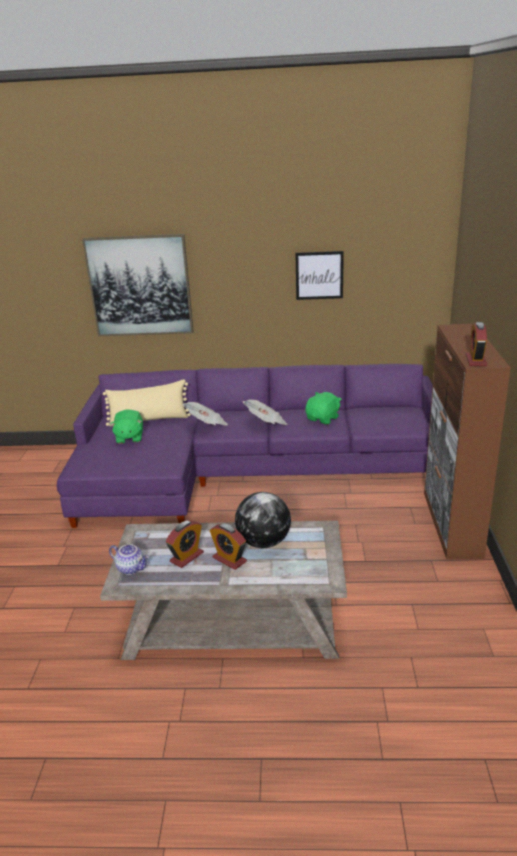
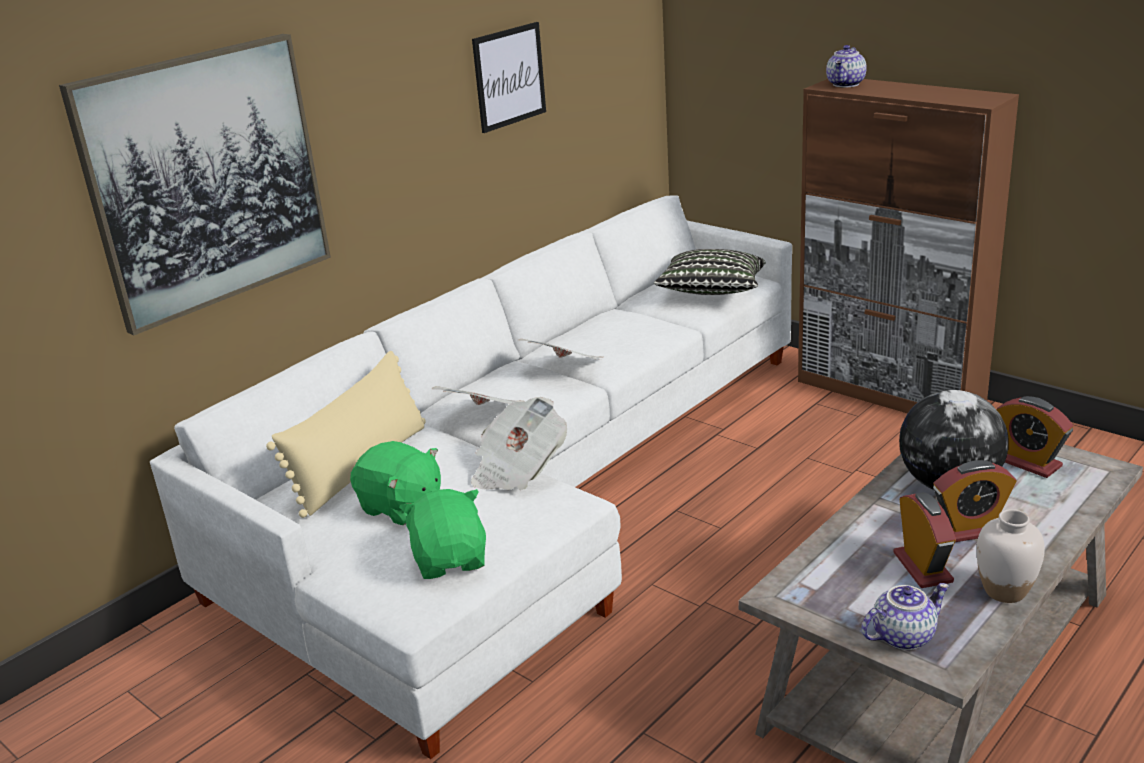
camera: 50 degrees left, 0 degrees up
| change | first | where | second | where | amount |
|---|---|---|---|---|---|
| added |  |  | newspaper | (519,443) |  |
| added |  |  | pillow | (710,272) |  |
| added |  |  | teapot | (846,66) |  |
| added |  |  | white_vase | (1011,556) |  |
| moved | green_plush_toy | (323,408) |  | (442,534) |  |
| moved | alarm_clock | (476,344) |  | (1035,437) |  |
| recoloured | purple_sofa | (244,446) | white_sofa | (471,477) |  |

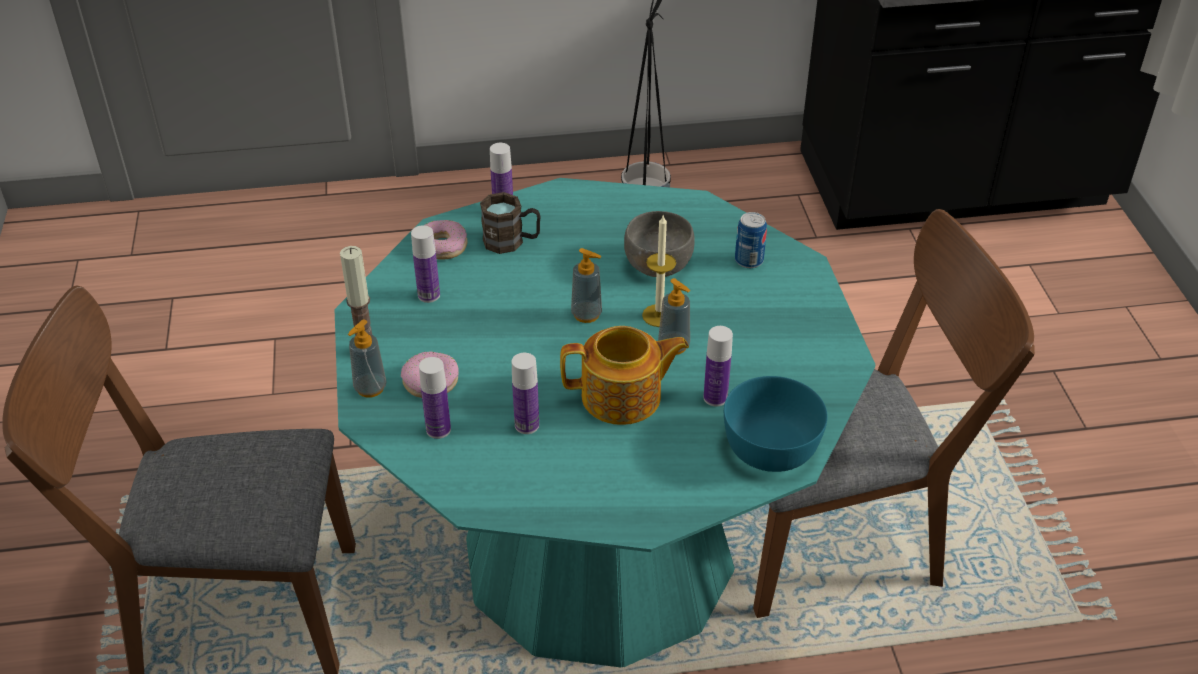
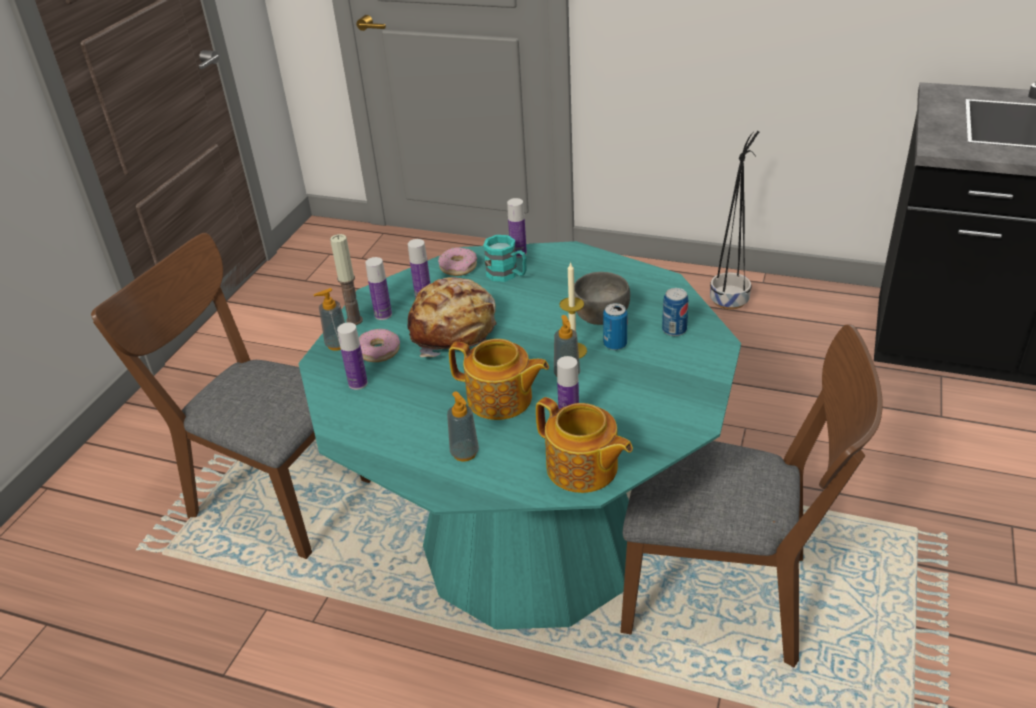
camera: 30 degrees right, 5 degrees down
| change | first | where | second | where | amount |
|---|---|---|---|---|---|
| added |  |  | bread | (452,317) |  |
| added |  |  | can | (615,326) |  |
| moved | bottle | (525,393) |  | (378,288) |  |
| moved | soap_dispenser | (586,285) |  | (463,426) |  |
| replaced | turquoise_bowl | (775,424) | teapot | (584,445) |  |
| recoloured | brown_mug | (510,223) | turquoise_mug | (504,258) |  |

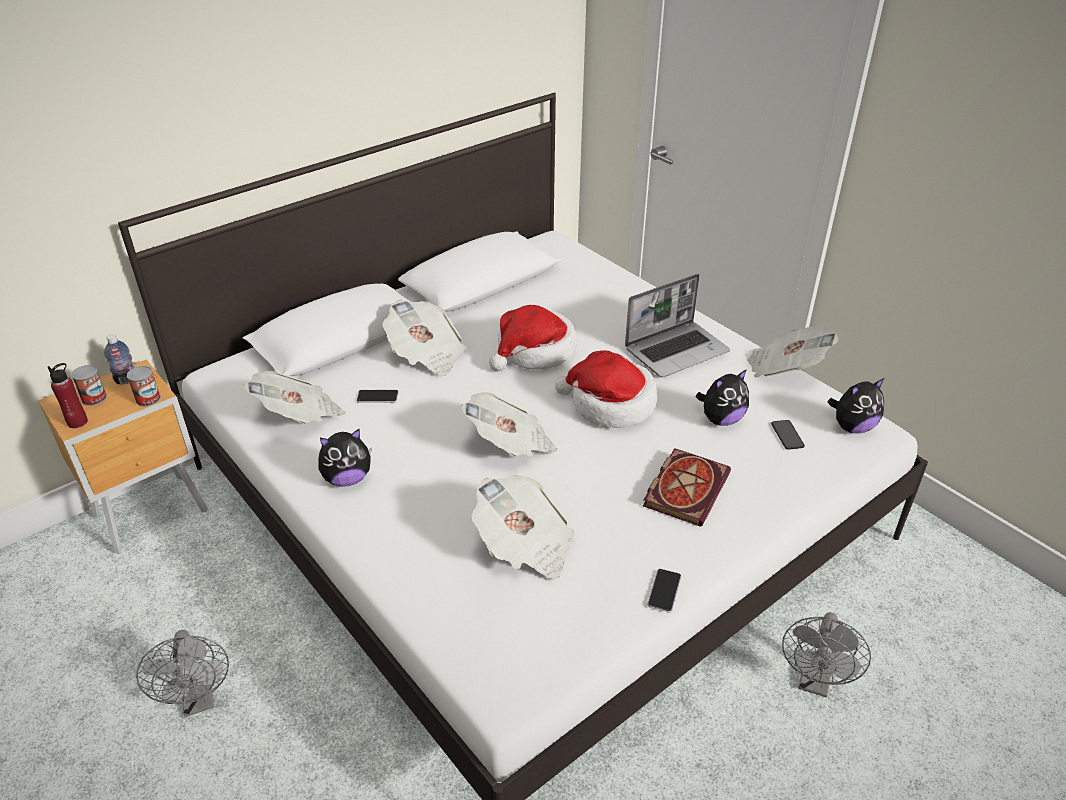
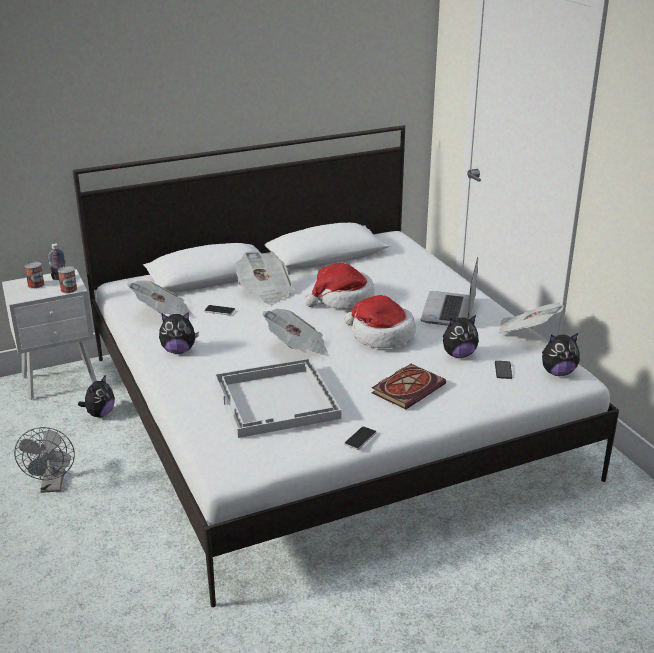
camera: 15 degrees right, 10 degrees down
| change | first | where | second | where | amount |
|---|---|---|---|---|---|
| removed | red_bottle | (68,395) |  |  |  |
| removed | grey_fan | (826,654) |  |  |  |
| added |  |  | plush_toy | (96,396) |  |
| replaced | newspaper | (523,527) | white_tray | (277,398) |  |
| recoloured | brown_nightstand | (123,457) | white_nightstand | (49,334) |  |
| turned | laptop | (677,326) |  | (449,291) | 120 degrees clockwise |

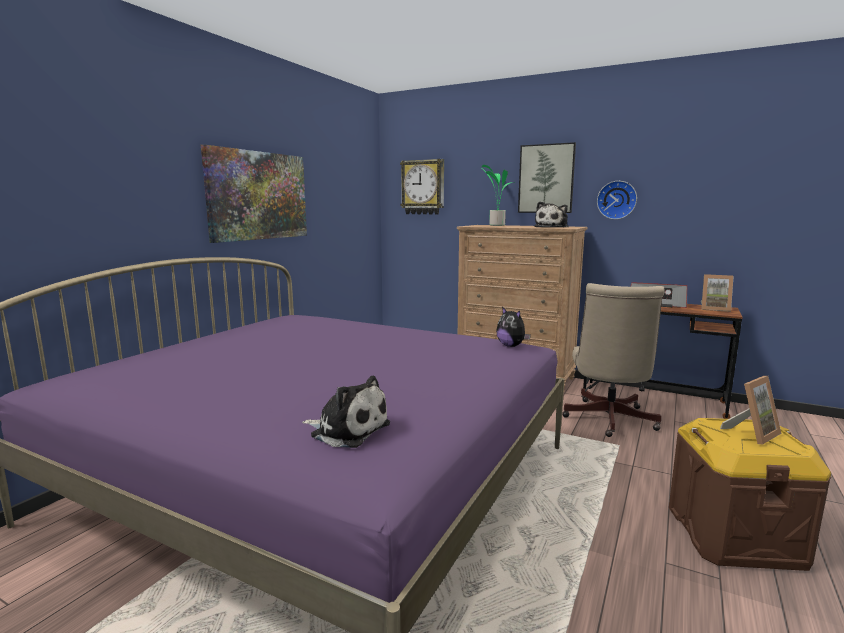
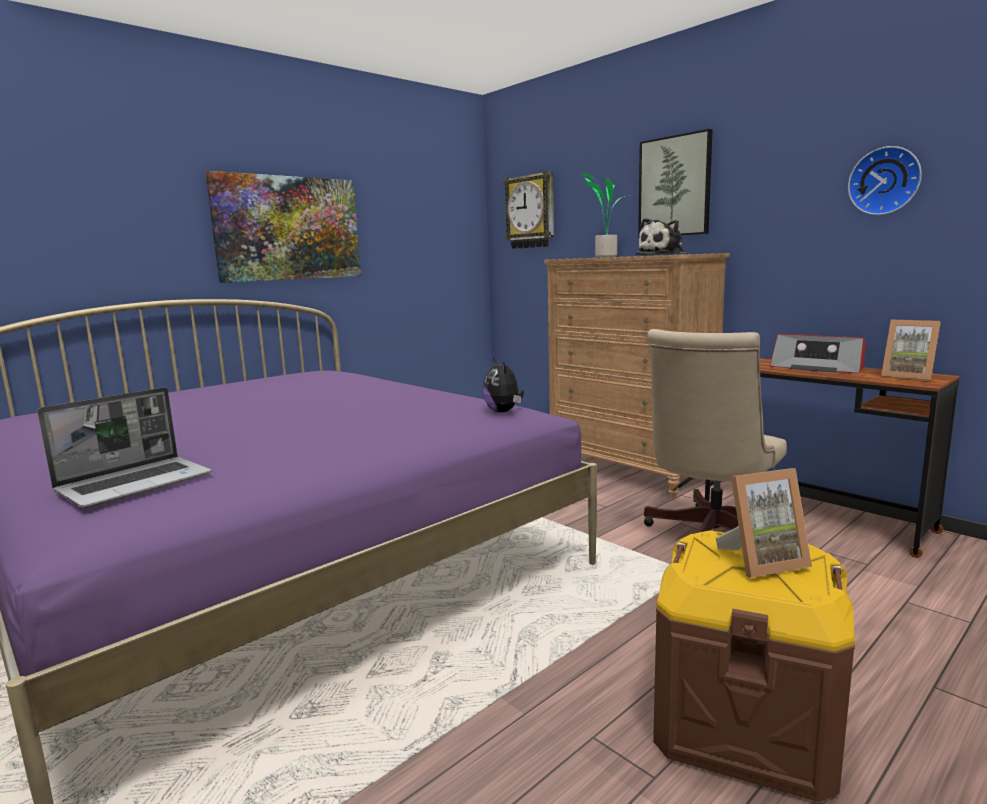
camera: 20 degrees right, 0 degrees up
| change | first | where | second | where | amount |
|---|---|---|---|---|---|
| moved | wall_clock | (617,200) |  | (885,180) |  |
| replaced | plush_toy | (346,412) | laptop | (124,447) |  |

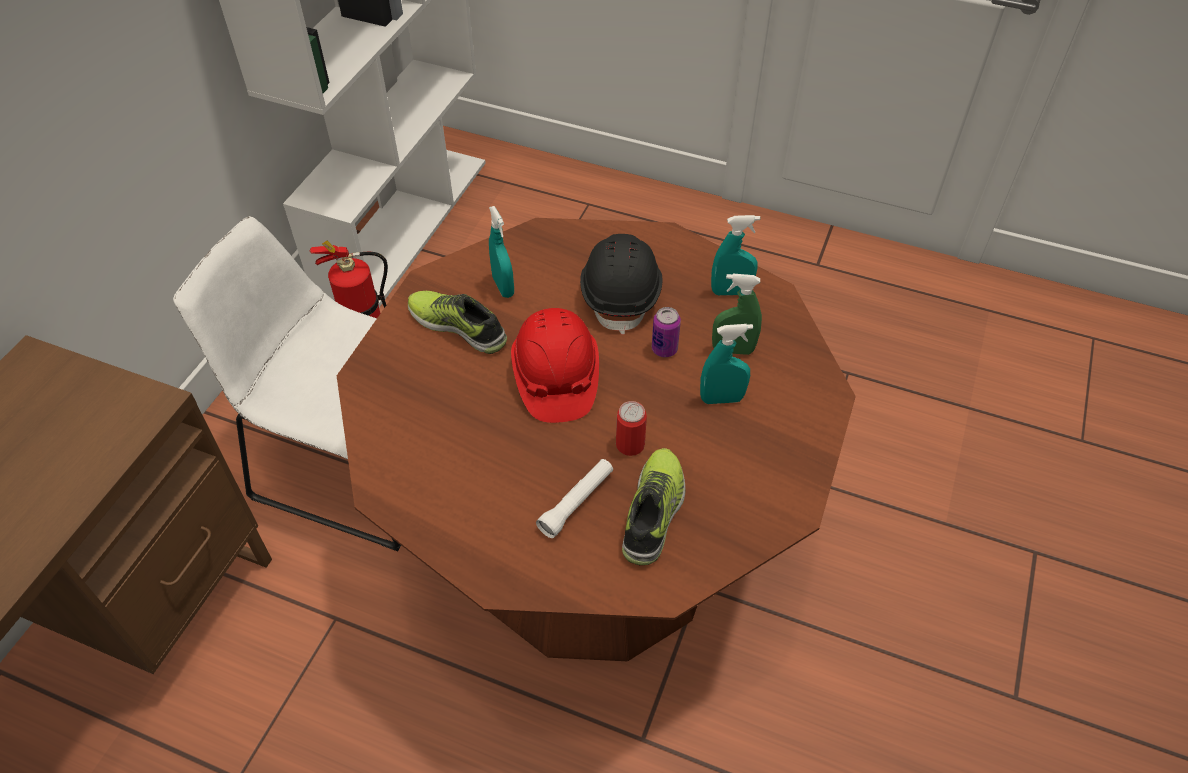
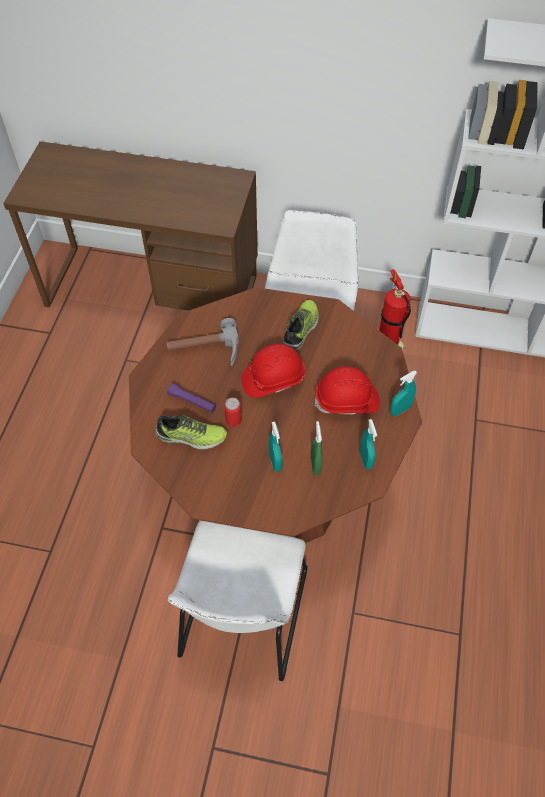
camera: 80 degrees right, 5 degrees up
| change | first | where | second | where | amount |
|---|---|---|---|---|---|
| removed | can | (666,332) |  |  |  |
| added |  |  | hammer | (202,342) |  |
| added |  |  | white_chair | (238,601) |  |
| moved | turquoise_spray_bottle | (501,252) |  | (403,393) |  |
| recoloured | white_flashlight | (574,498) | purple_flashlight | (191,398) |  |
| recoloured | black_hard_hat | (621,284) | red_hard_hat | (347,390) |  |

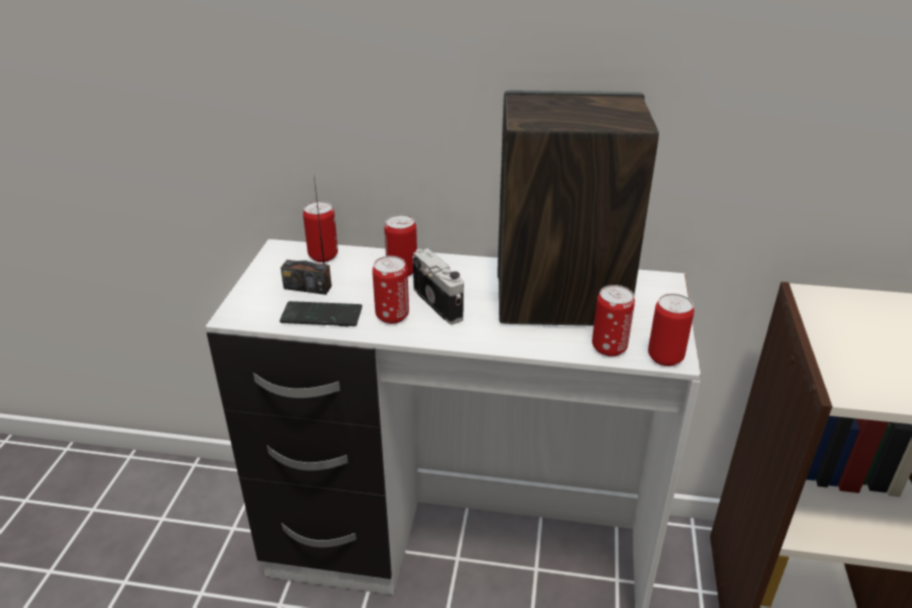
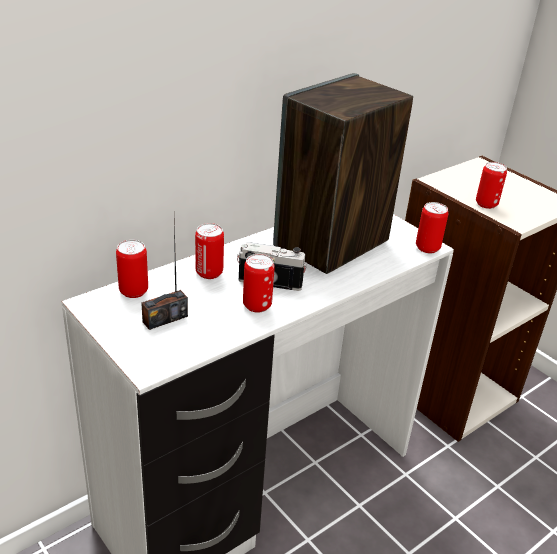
camera: 50 degrees left, 0 degrees up
| change | first | where | second | where | amount |
|---|---|---|---|---|---|
| removed | phone | (321,314) |  |  |  |
| moved | can | (613,321) |  | (491,185) |  |

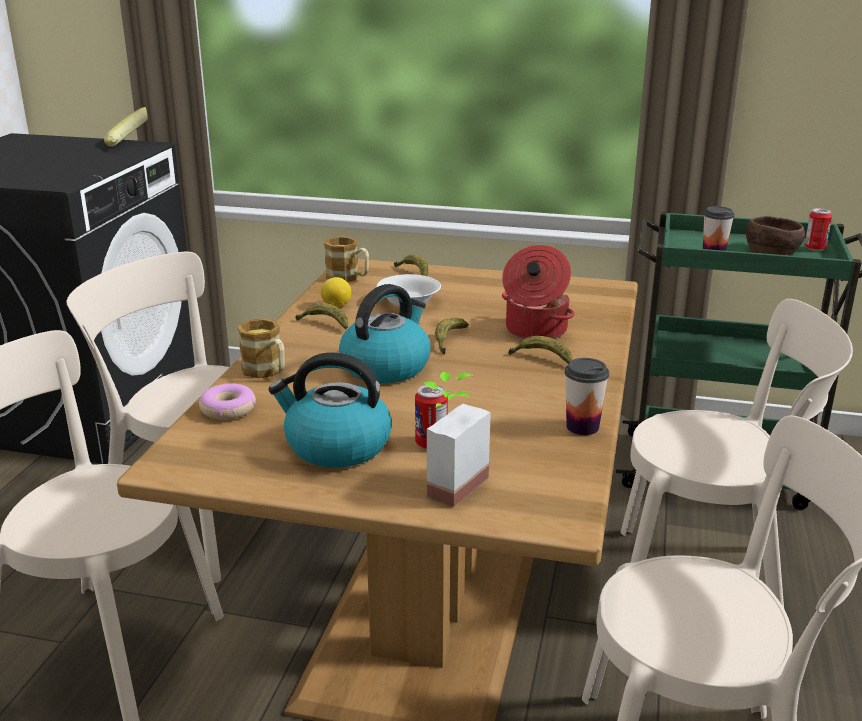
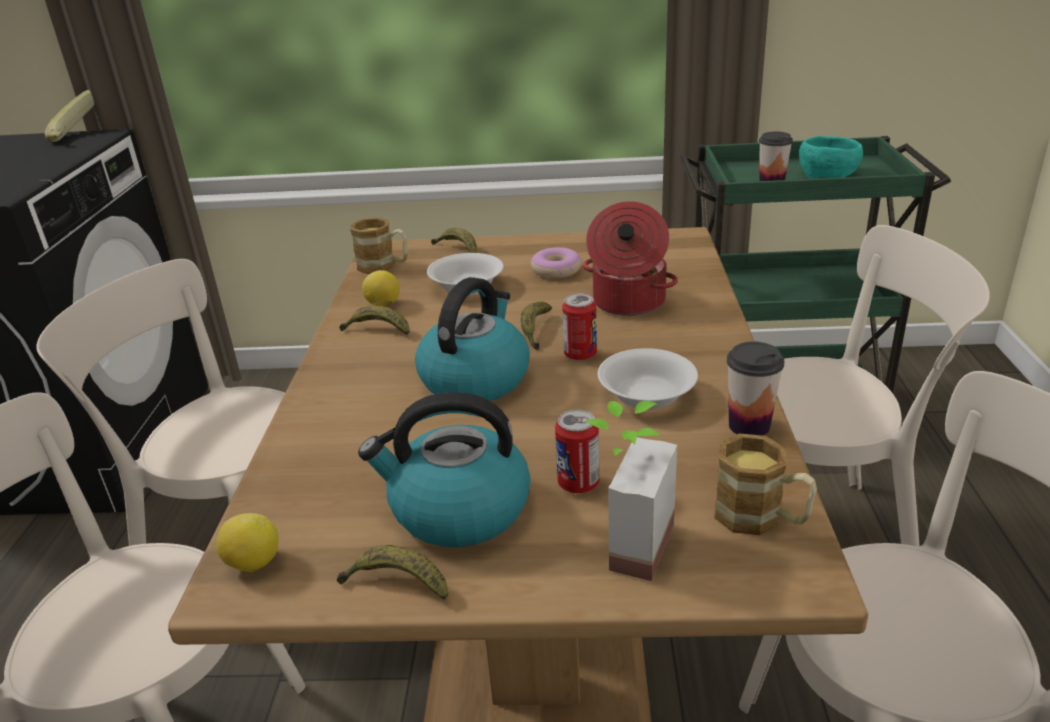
camera: 10 degrees left, 5 degrees up
| change | first | where | second | where | amount |
|---|---|---|---|---|---|
| added |  |  | lemon | (247,542) |  |
| added |  |  | white_bowl | (648,378) |  |
| moved | donut | (227,401) |  | (556,263) |  |
| moved | mug | (261,348) |  | (765,484) |  |
| moved | banana | (540,350) |  | (392,572) |  |
| moved | can | (818,229) |  | (579,327) |  |
| recoloured | brown_bowl | (775,235) | turquoise_bowl | (831,157) |  |

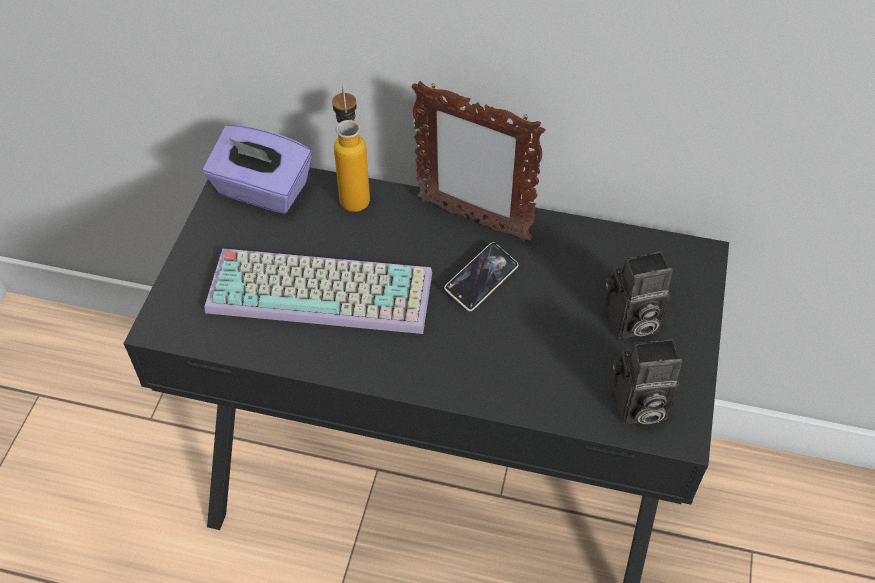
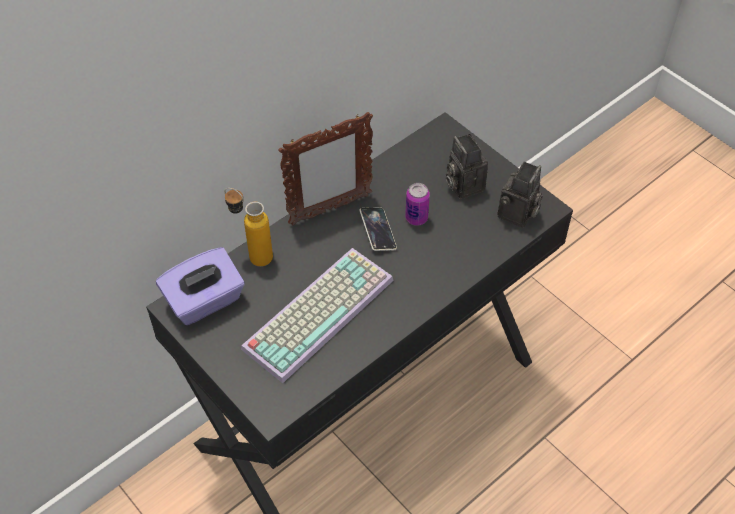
camera: 55 degrees left, 0 degrees up
| change | first | where | second | where | amount |
|---|---|---|---|---|---|
| added |  |  | can | (417,204) |  |
| turned | photo_camera | (639,295) |  | (467,166) | 135 degrees clockwise |

